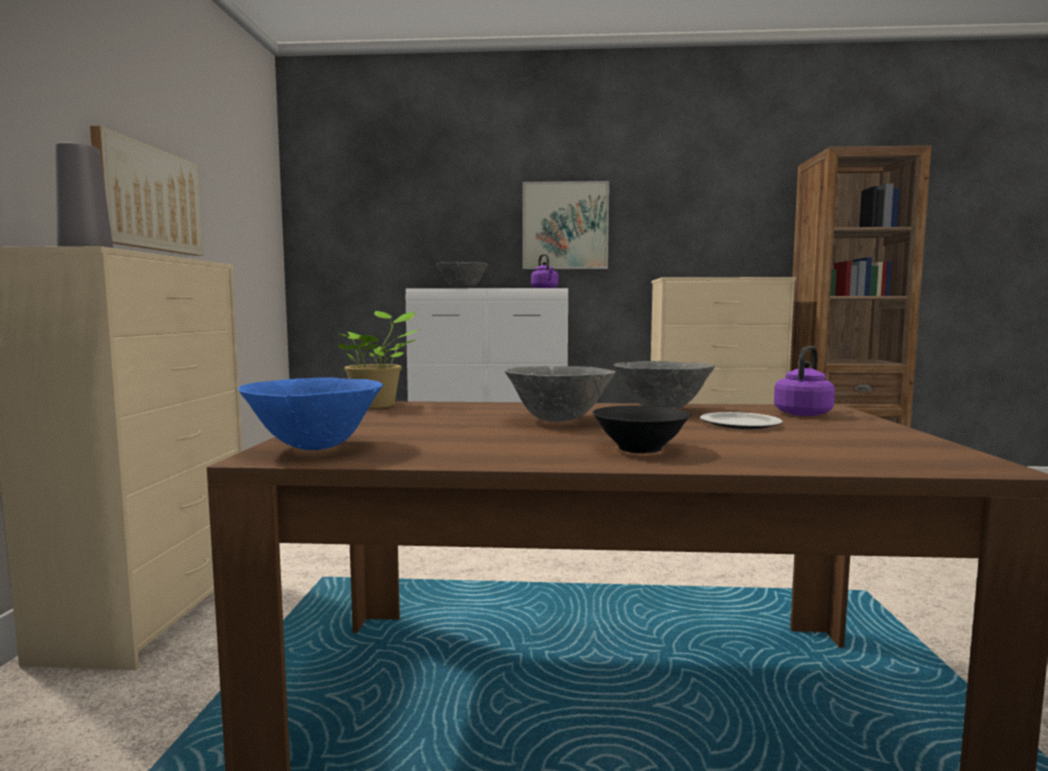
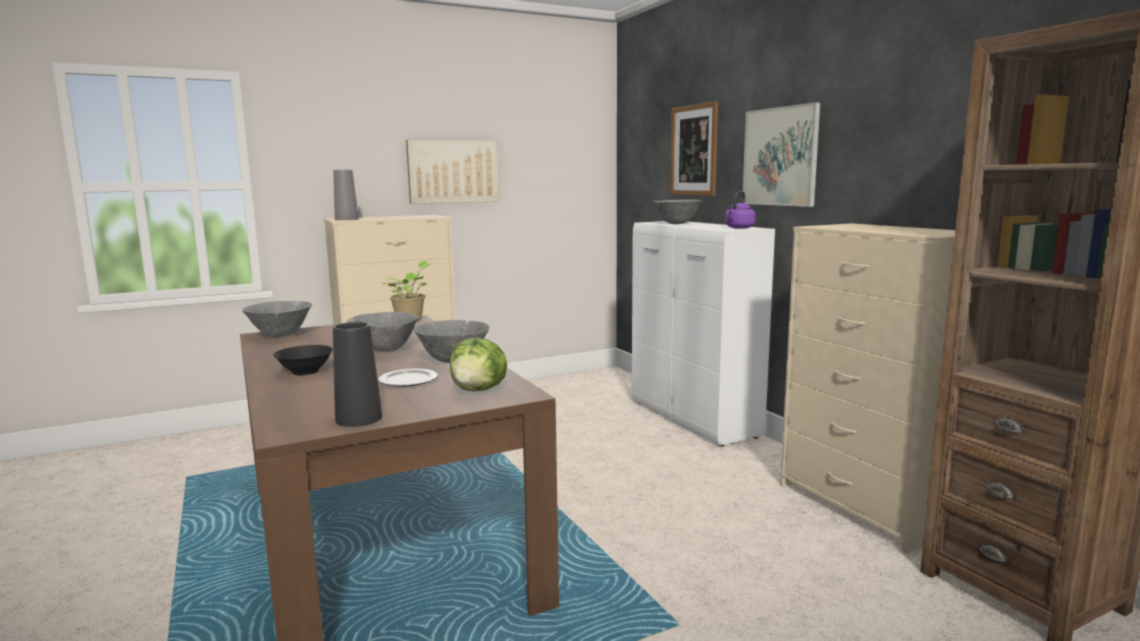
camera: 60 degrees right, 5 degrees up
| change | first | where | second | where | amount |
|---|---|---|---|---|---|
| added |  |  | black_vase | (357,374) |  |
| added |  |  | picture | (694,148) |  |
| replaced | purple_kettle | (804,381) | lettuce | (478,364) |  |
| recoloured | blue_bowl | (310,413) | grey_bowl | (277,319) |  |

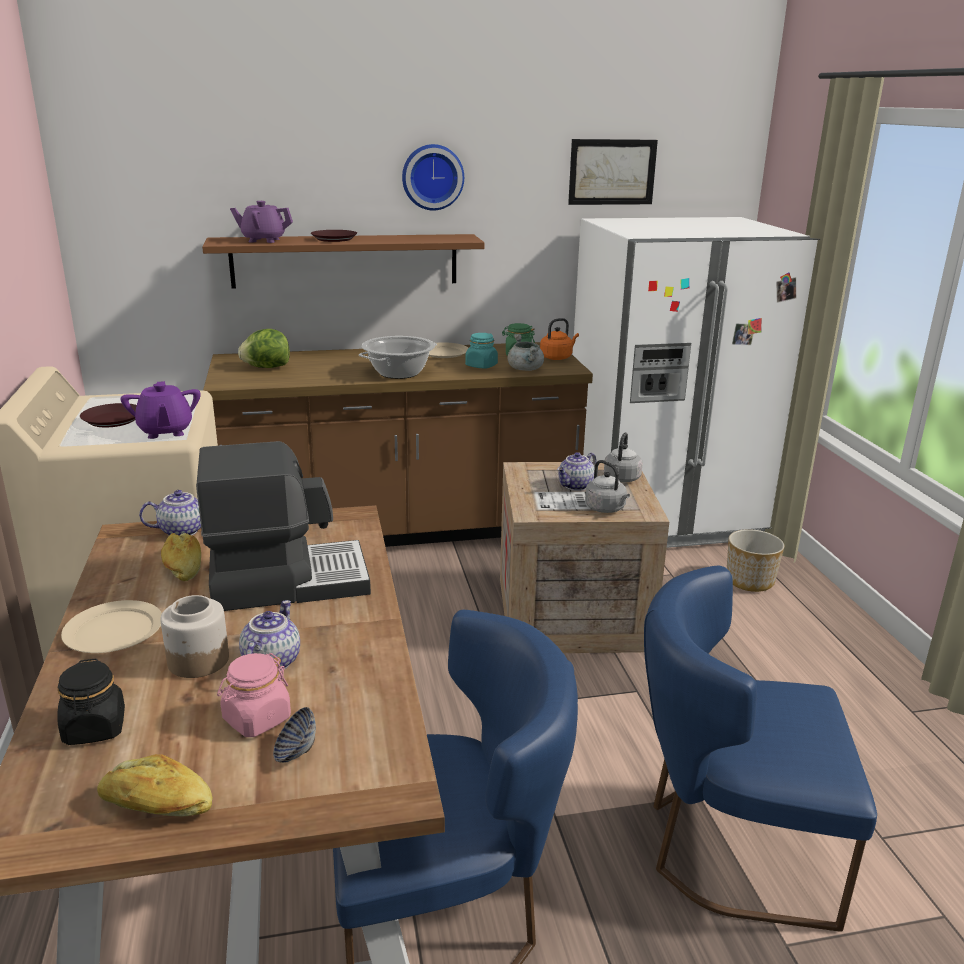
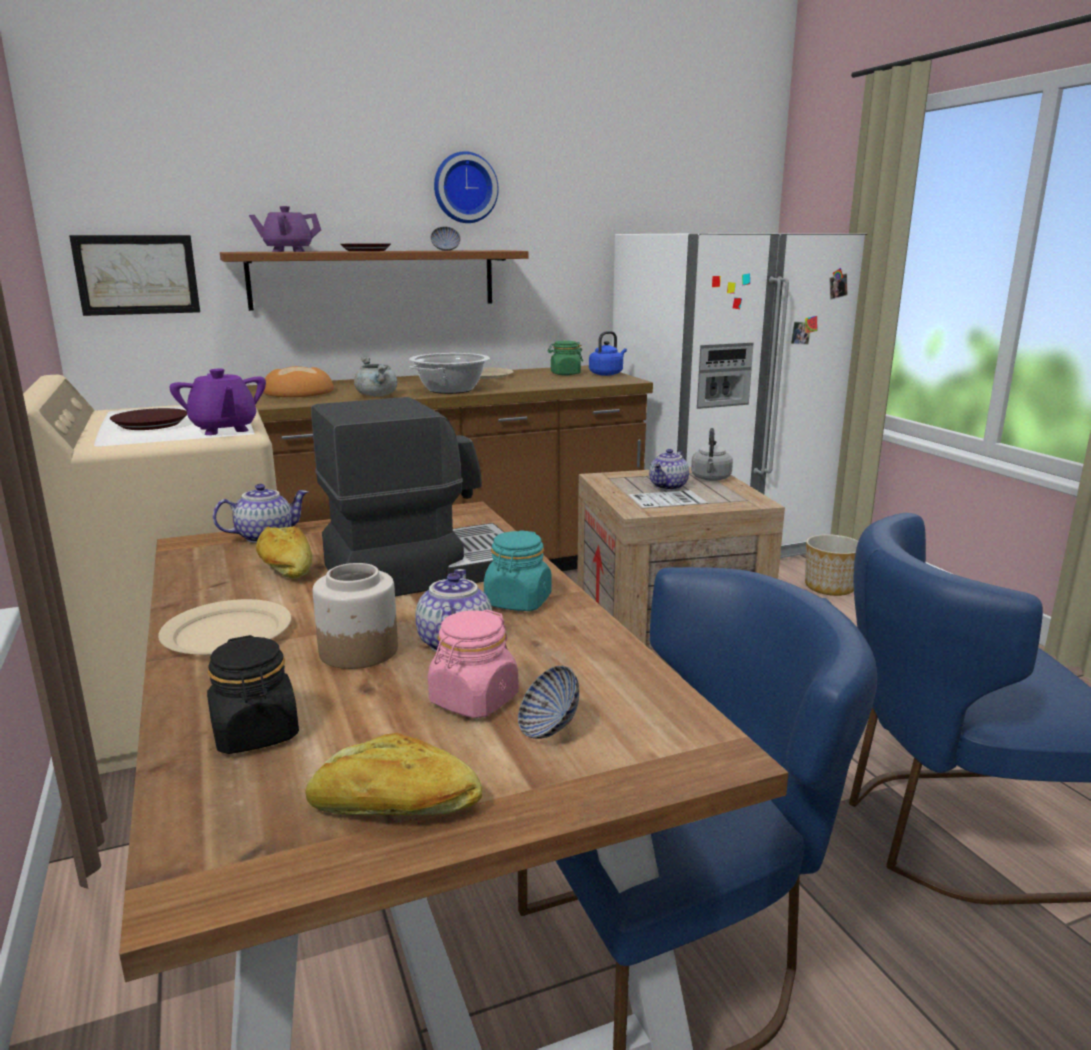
camera: 10 degrees left, 5 degrees down
| change | first | where | second | where | amount |
|---|---|---|---|---|---|
| removed | grey_kettle | (607,486) |  |  |  |
| added |  |  | bowl | (445,238) |  |
| moved | turquoise_jar | (481,351) |  | (518,570) |  |
| moved | grey_cooking_pot | (525,352) |  | (375,376) |  |
| moved | picture | (613,172) |  | (134,275) |  |
| replaced | lettuce | (264,348) | bread | (298,381) |  |
| recoloured | orange_kettle | (559,339) | blue_kettle | (608,353) |  |

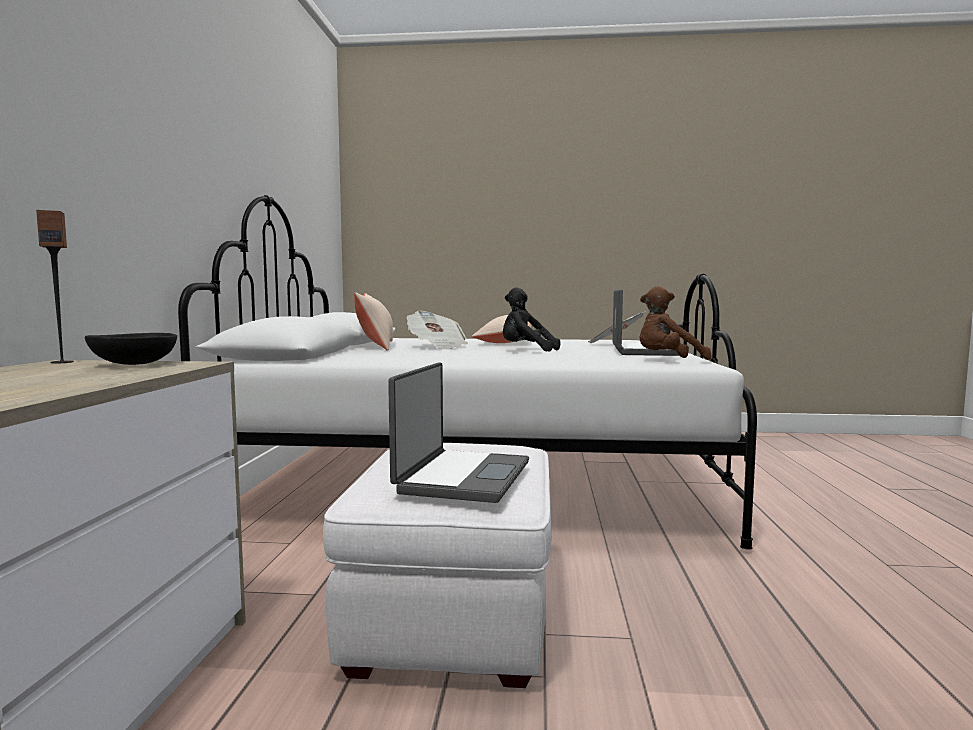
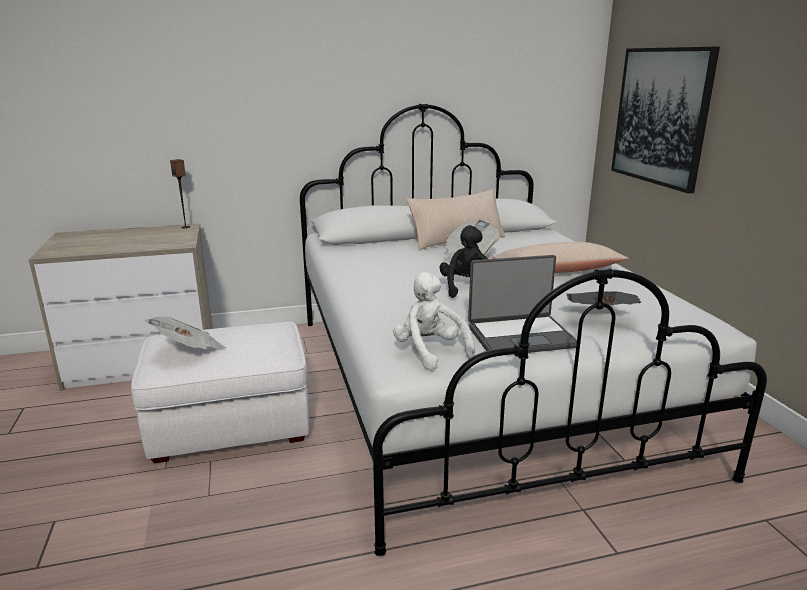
camera: 70 degrees right, 15 degrees up
| change | first | where | second | where | amount |
|---|---|---|---|---|---|
| removed | black_bowl | (131,349) |  |  |  |
| added |  |  | picture | (665,120) |  |
| replaced | laptop | (458,432) | newspaper | (185,333) |  |
| recoloured | brown_plush_toy | (675,323) | white_plush_toy | (434,321) |  |

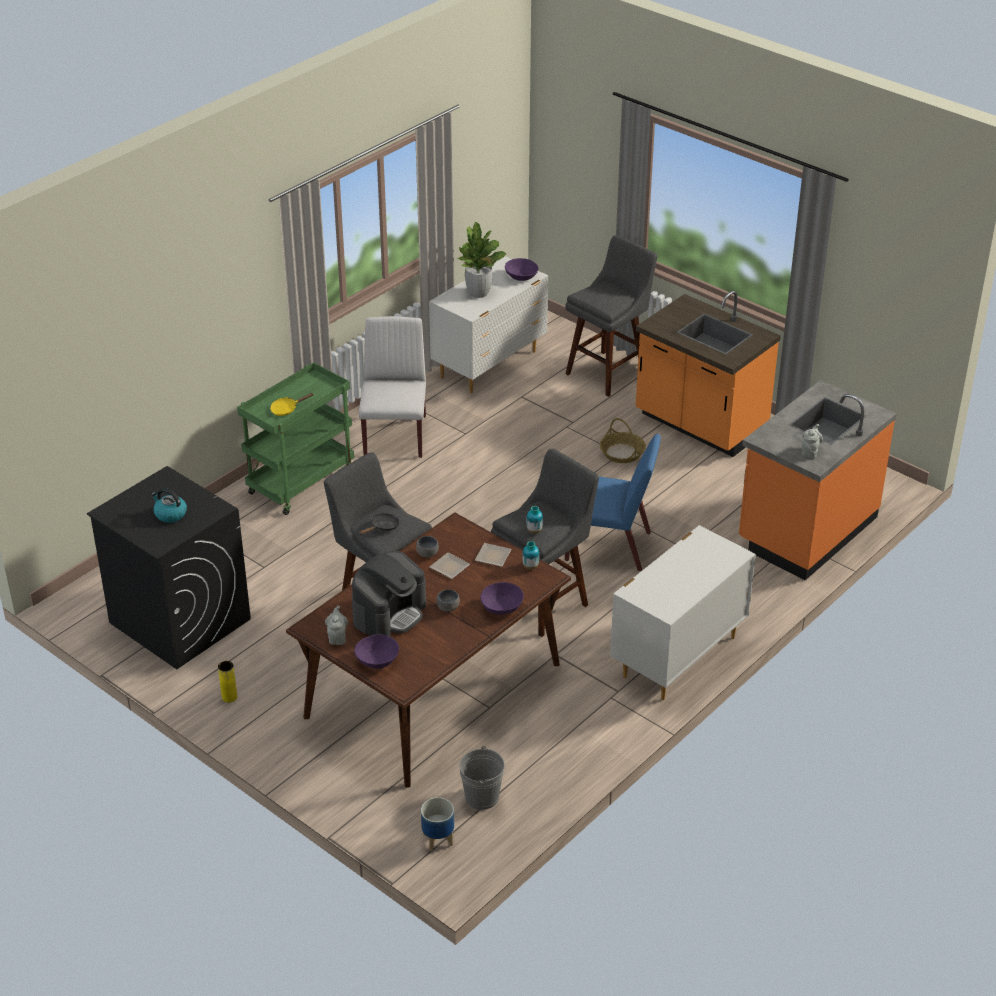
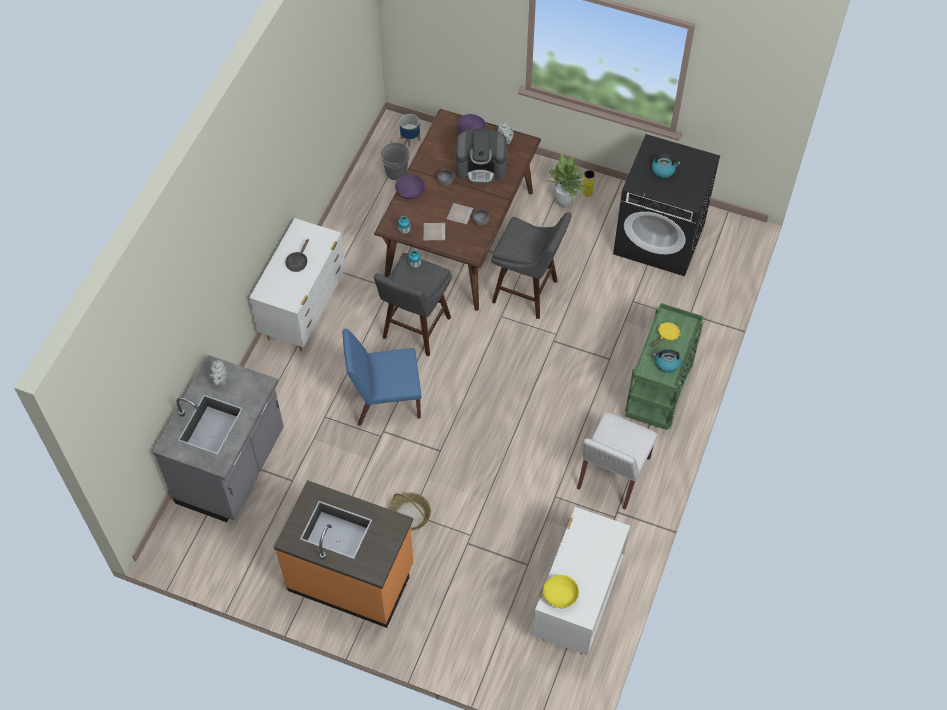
camera: 160 degrees right, 20 degrees up
| change | first | where | second | where | amount |
|---|---|---|---|---|---|
| removed | grey_stool | (611,316) |  |  |  |
| added |  |  | kettle | (666,361) |  |
| moved | black_frying_pan | (379,524) |  | (297,255) |  |
| moved | potted_plant | (482,260) |  | (565,180) |  |
| recoloured | purple_bowl | (521,269) | yellow_bowl | (561,591) |  |
| recoloured | orange_counter | (818,480) | grey_counter | (218,438) |  |
| turned | coffee_machine | (389,594) |  | (481,156) | 105 degrees counterclockwise |
| turned | white_chair | (392,387) |  | (617,461) | 45 degrees clockwise |

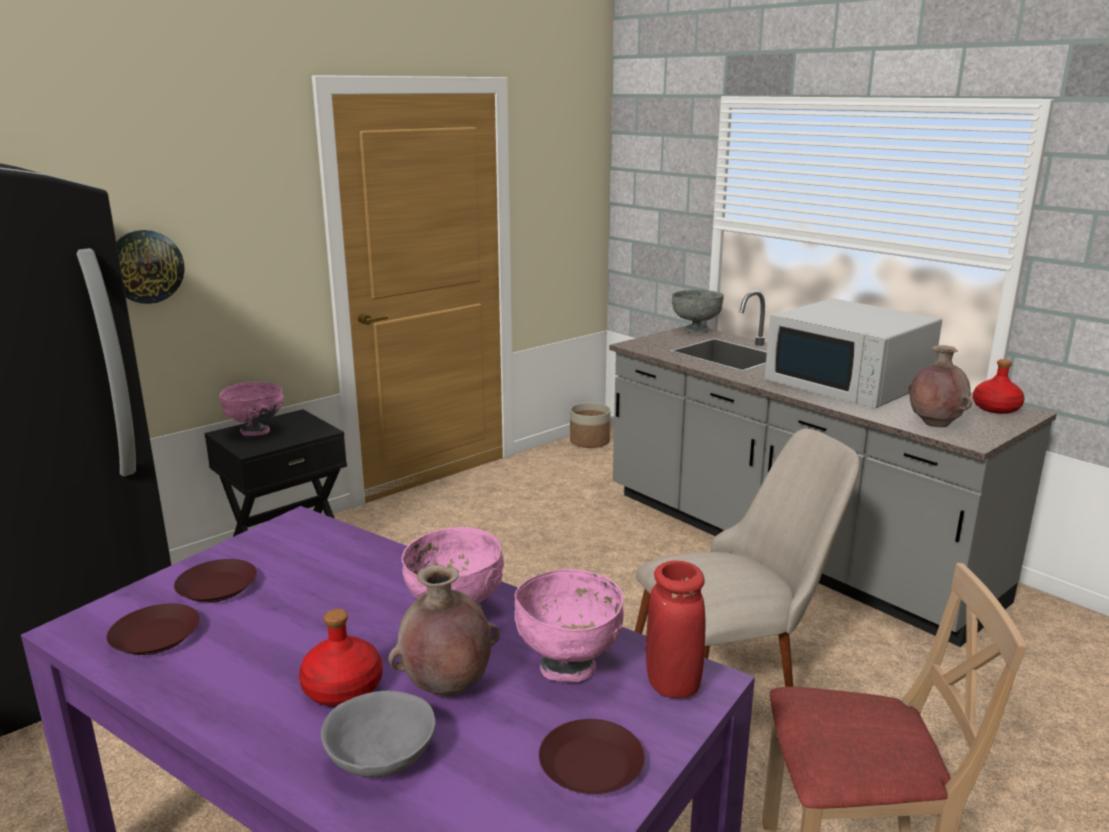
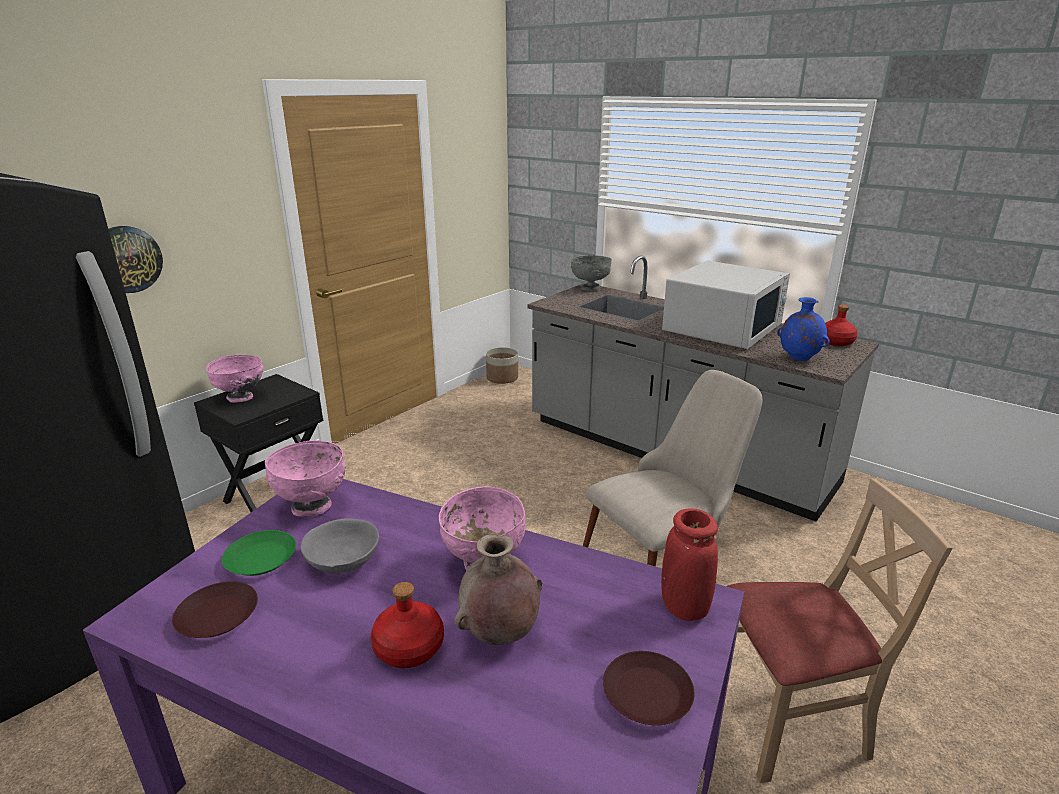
camera: 10 degrees left, 5 degrees up
| change | first | where | second | where | amount |
|---|---|---|---|---|---|
| moved | grey_bowl | (378,734) |  | (339,546) |  |
| moved | pink_bowl | (569,625) |  | (305,478) |  |
| recoloured | brown_plate | (215,581) | green_plate | (259,553) |  |
| recoloured | brown_vase | (940,386) | blue_vase | (803,329) |  |
| turned | white_microwave | (853,353) |  | (726,305) | 90 degrees counterclockwise |

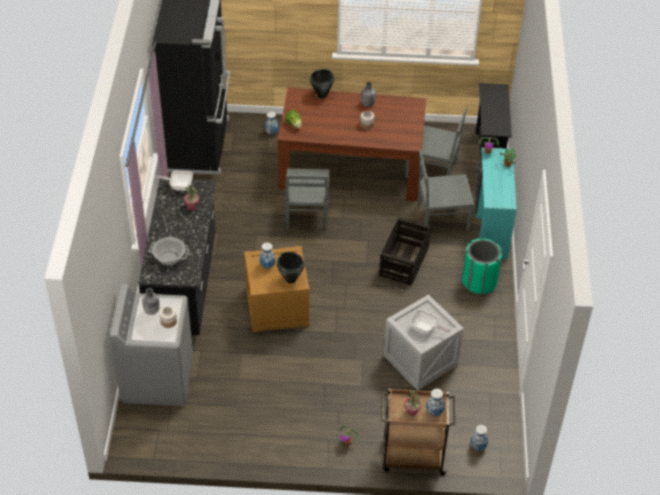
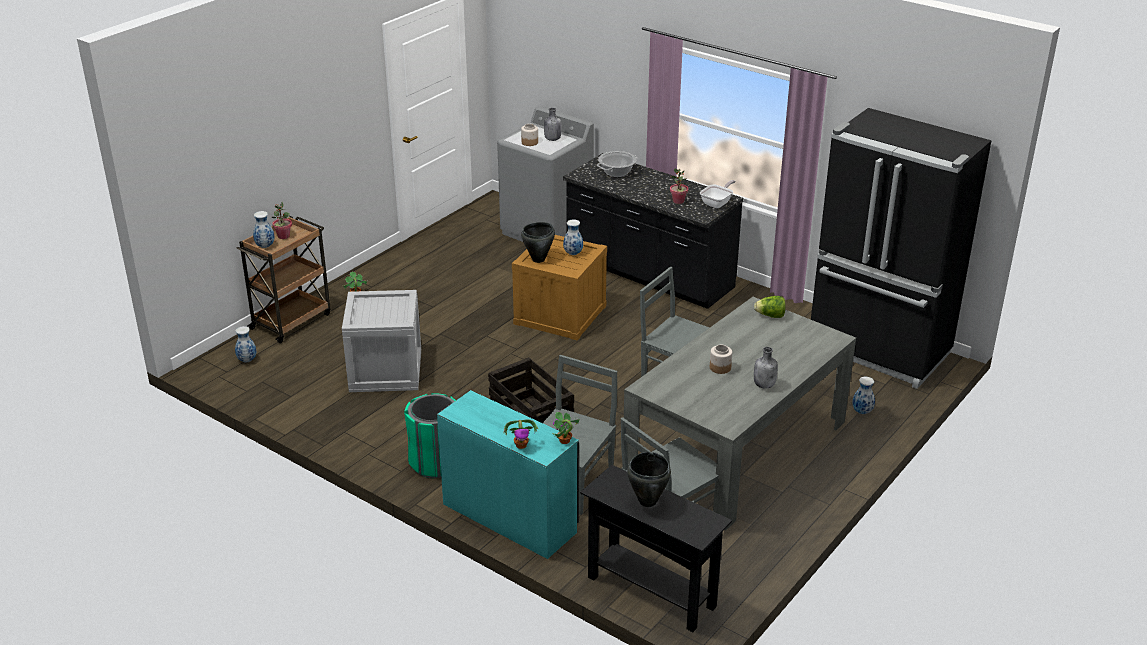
camera: 125 degrees right, 15 degrees down
| change | first | where | second | where | amount |
|---|---|---|---|---|---|
| removed | frying_pan | (430,321) |  |  |  |
| moved | black_cooking_pot | (322,83) |  | (649,479) |  |
| recoloured | brown_dining_table | (352,144) | grey_dining_table | (739,414) |  |

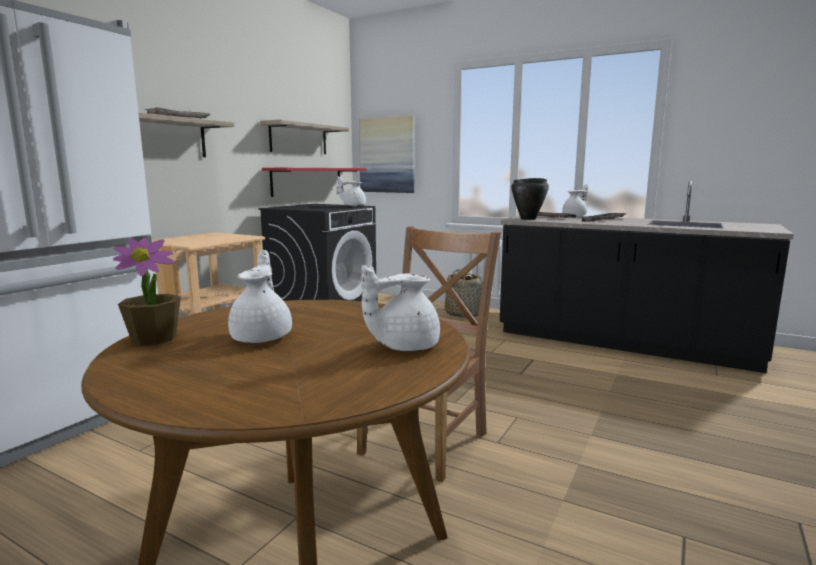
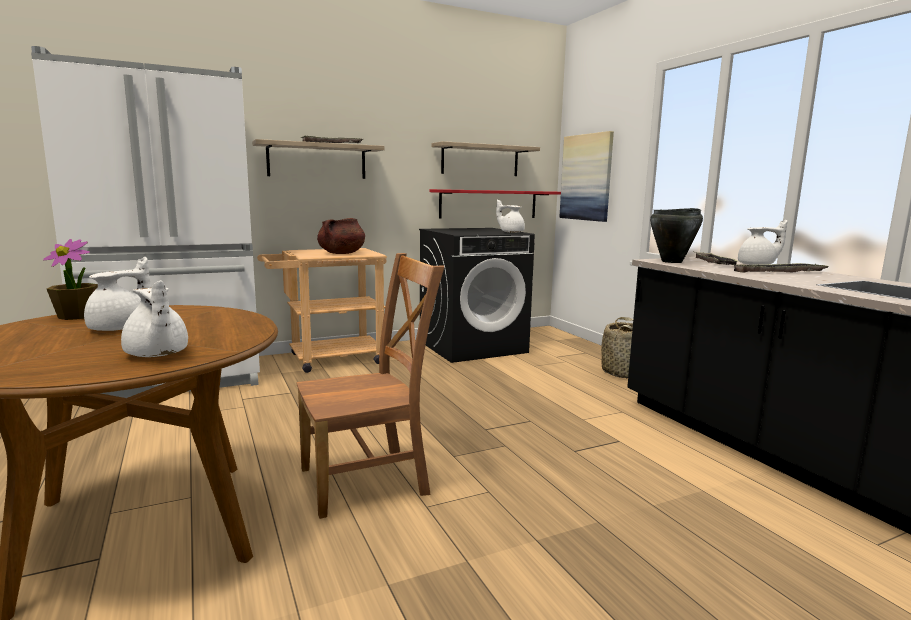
camera: 35 degrees right, 0 degrees up
| change | first | where | second | where | amount |
|---|---|---|---|---|---|
| added |  |  | brown_cooking_pot | (341,236) |  |
| turned | white_teapot | (400,308) |  | (154,318) | 135 degrees counterclockwise |

